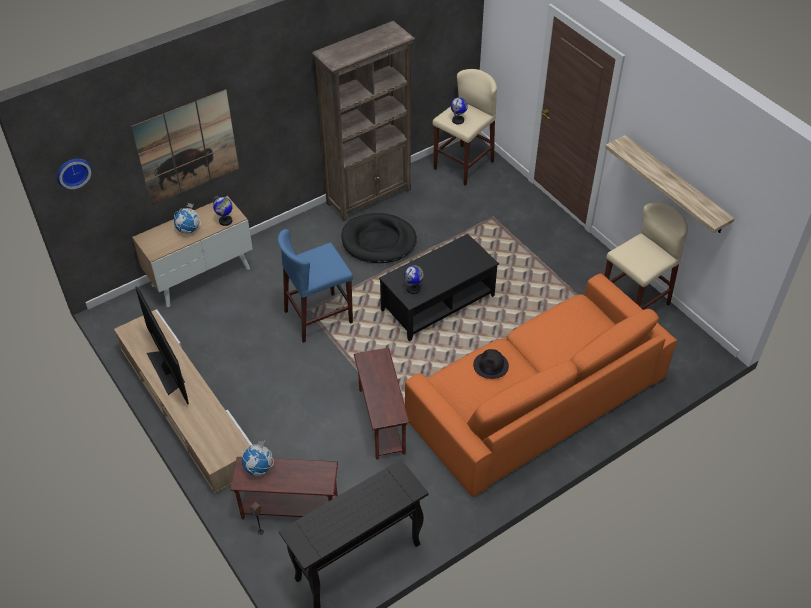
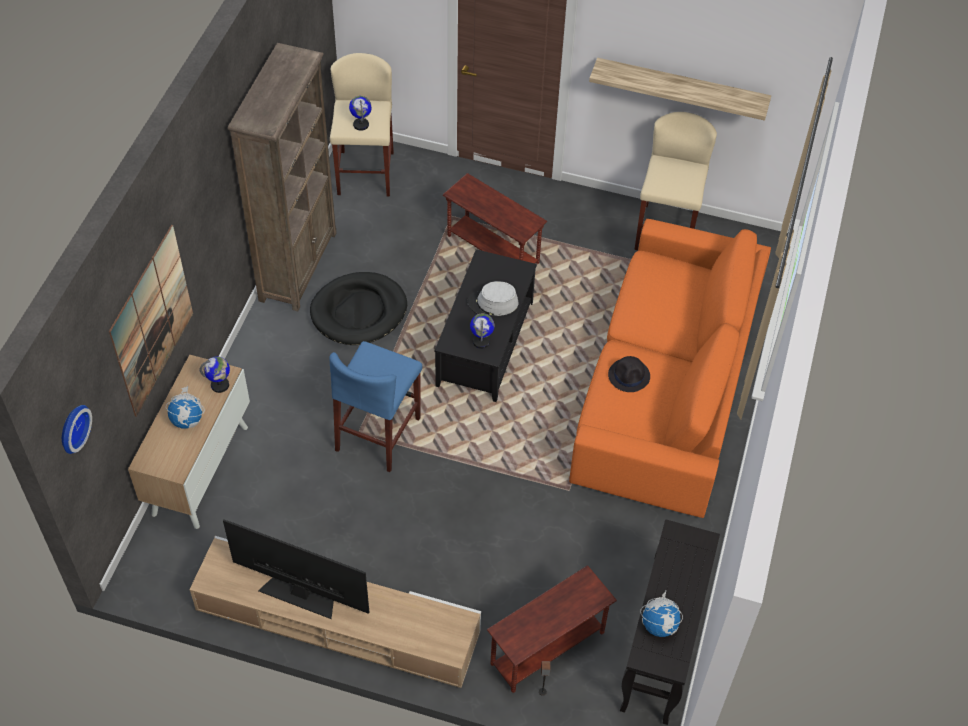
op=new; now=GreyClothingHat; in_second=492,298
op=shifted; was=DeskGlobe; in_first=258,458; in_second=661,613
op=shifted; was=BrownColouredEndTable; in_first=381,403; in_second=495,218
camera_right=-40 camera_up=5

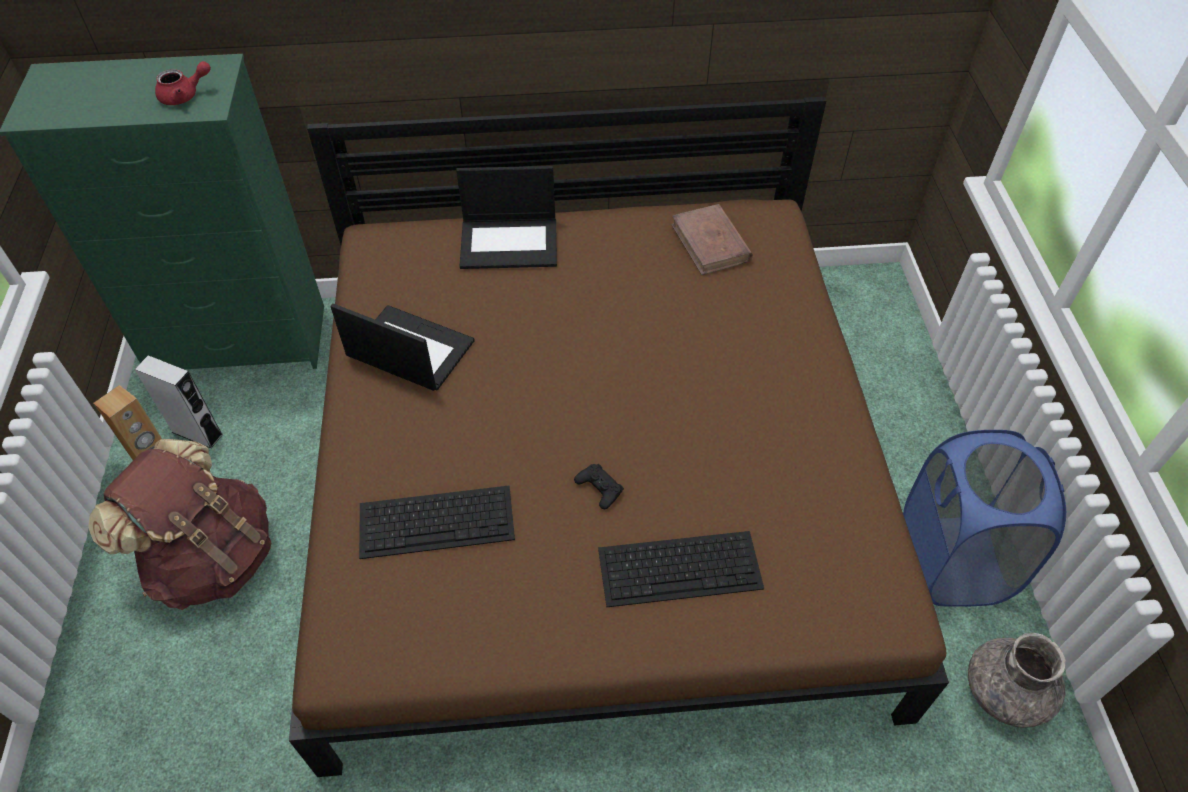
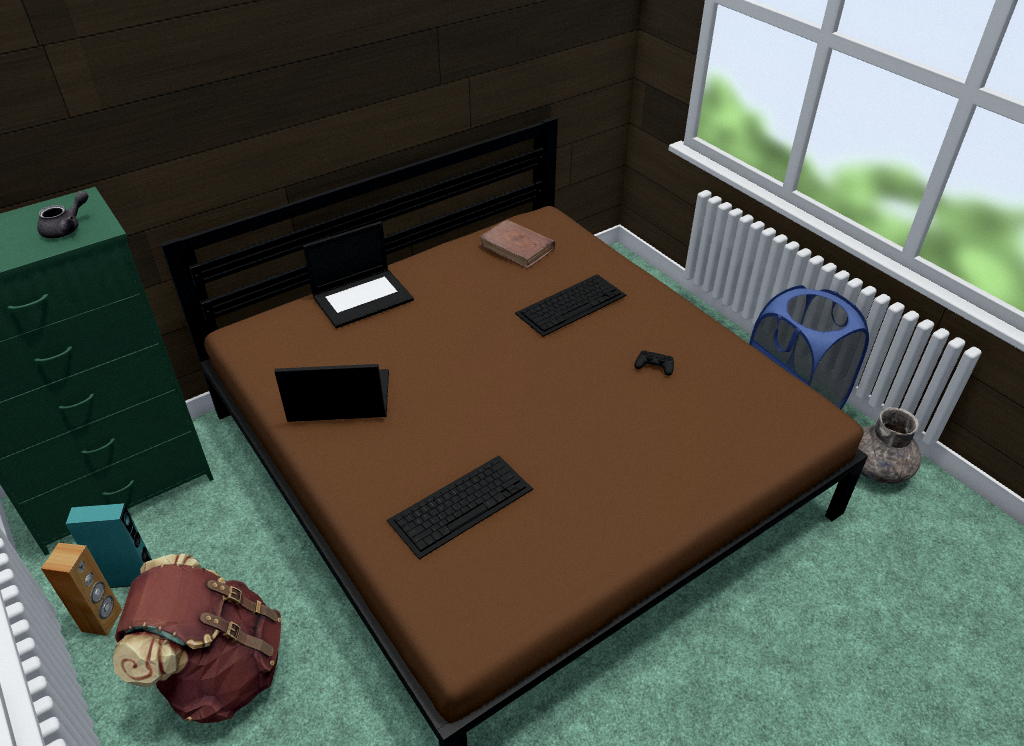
op=shifted; was=BlackColouredJoypad; in_first=599,486; in_second=654,363
op=shifted; was=Keyboard; in_first=681,569; in_second=570,305
op=repainted; was=GreyLoudspeaker; now=BlueGreenLoudspeaker; in_first=179,402; in_second=109,545
op=repainted; was=RedColouredPotForTea; now=GreyPotForTea; in_first=183,83; in_second=62,214
camera_right=-30 camera_up=-10

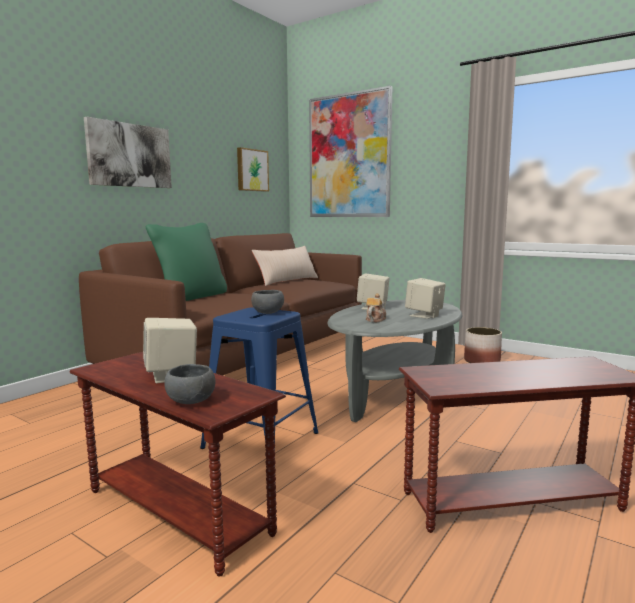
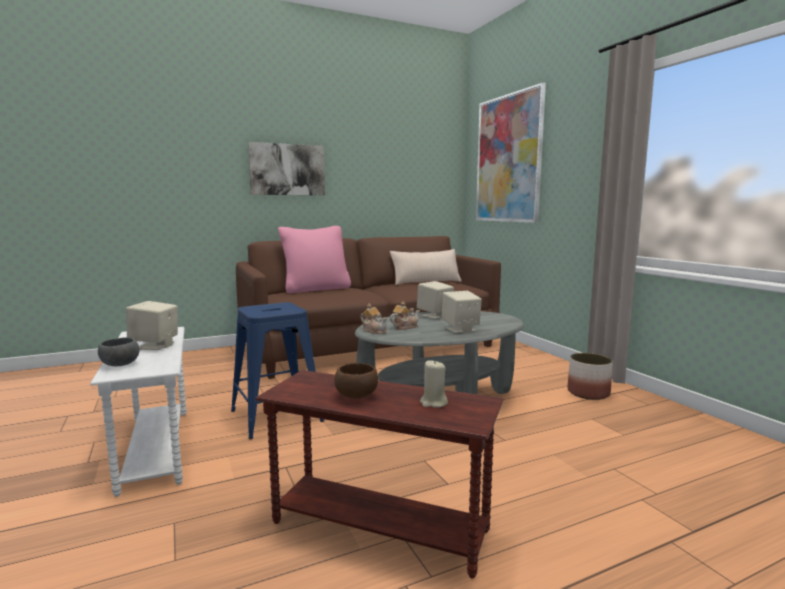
op=gone; was=Picture; in_first=253,169
op=gone; was=GreyDeepDish; in_first=267,302
op=new; now=BrownColouredDeepDish; in_second=356,380
op=new; now=PotForTea; in_second=374,318
op=new; now=BeigeColouredCandle; in_second=434,384
op=repainted; was=BrownColouredEndTable; now=WhiteColouredEndTable; in_first=178,464; in_second=138,412
op=repainted; was=GreenColouredCushion; now=PinkCushion; in_first=186,262; in_second=314,259
camera_right=30 camera_up=0

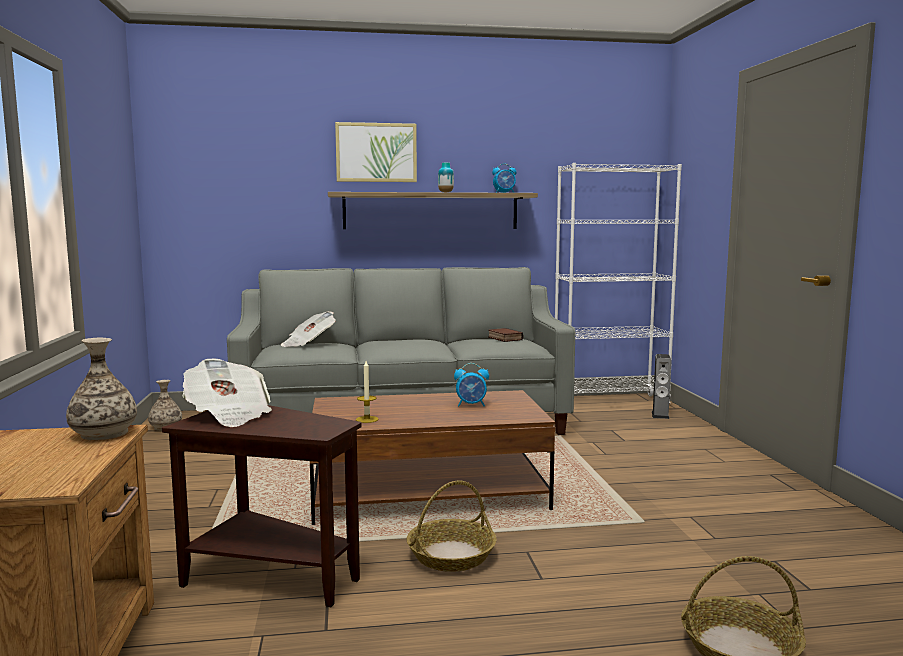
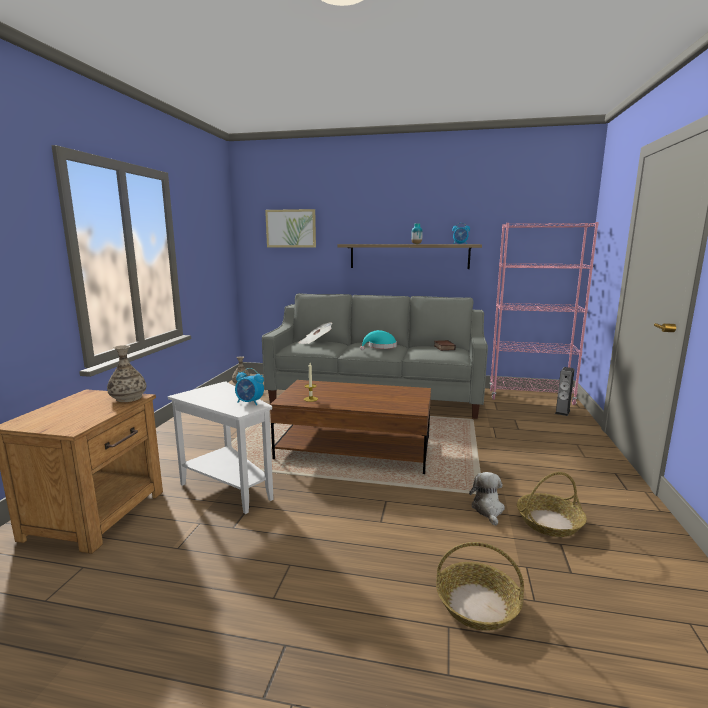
op=gone; was=DailyPaper; in_first=227,392
op=new; now=BlueGreenClothingHat; in_second=378,340
op=new; now=CuddlyToy; in_second=487,499
op=shifted; was=Picture; in_first=376,152; in_second=290,228
op=shifted; was=Basket; in_first=452,526; in_second=552,504
op=shifted; was=TableClock; in_first=471,385; in_second=249,386
op=repainted; was=BrownColouredEndTable; now=WhiteColouredEndTable; in_first=262,506; in_second=221,447
op=repainted; was=WhiteColouredBookcase; now=PinkBookcase; in_first=618,283; in_second=544,313
camera_right=20 camera_up=5

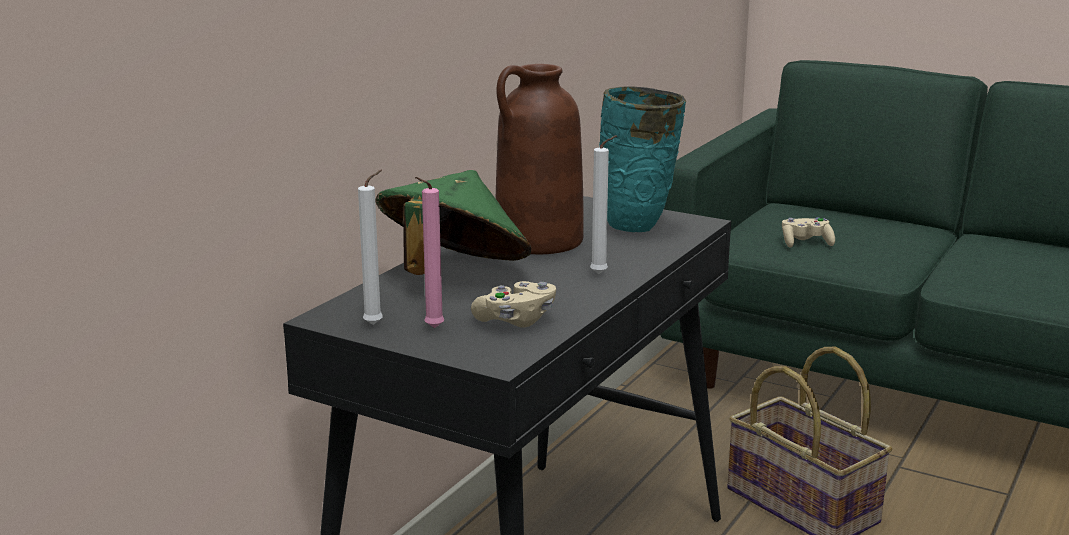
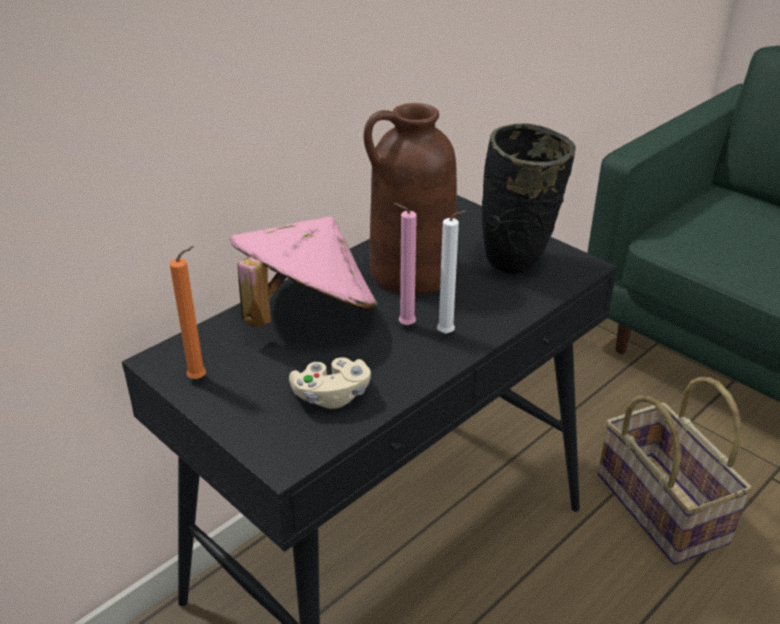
op=gone; was=BeigeColouredJoypad; in_first=808,232
op=shifted; was=PinkCandle; in_first=429,252; in_second=405,264
op=repainted; was=WhiteColouredCandle; now=OrangeCandle; in_first=370,247; in_second=187,312
op=repainted; was=GreenColouredClothingHat; now=PinkClothingHat; in_first=453,222; in_second=304,272
op=repainted; was=BlueGreenFlowerVase; now=BlackColouredFlowerVase; in_first=642,159; in_second=529,199
camera_right=15 camera_up=15

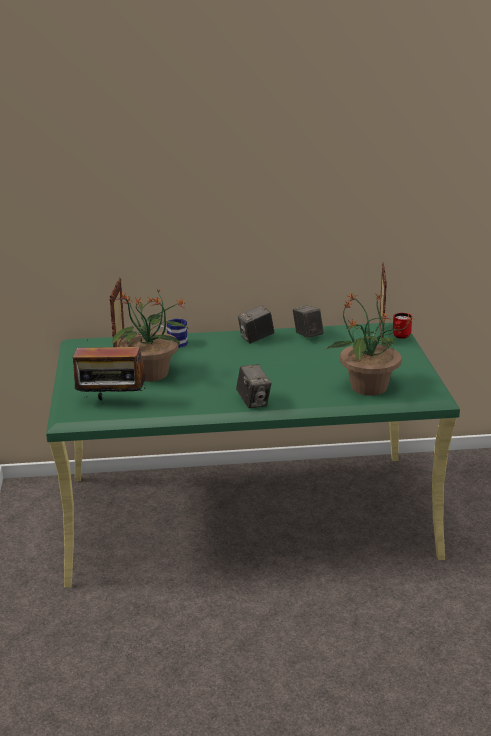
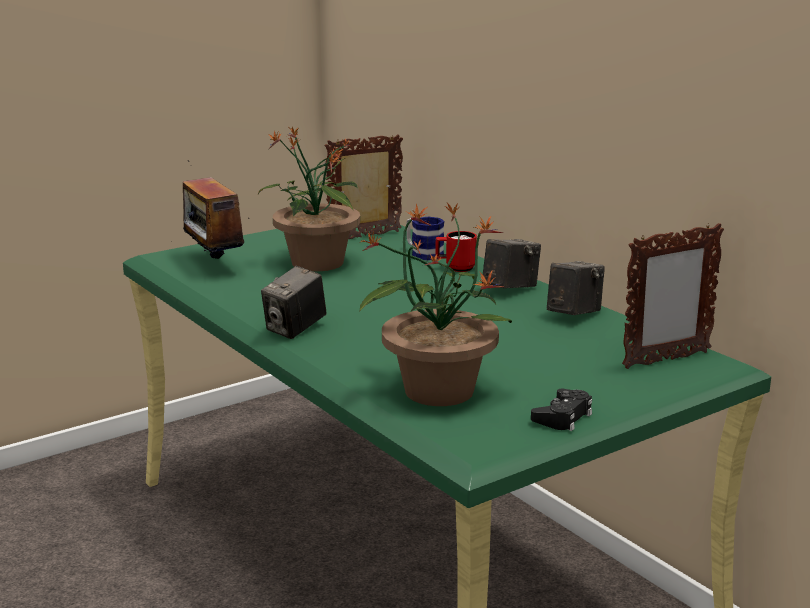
op=new; now=BlackColouredJoypad; in_second=561,410
op=shifted; was=RedColouredMug; in_first=402,326; in_second=456,251
op=rotated; was=PhotoCamera; in_first=256,324; in_second=511,264; clockwise=105
camera_right=60 camera_up=-5

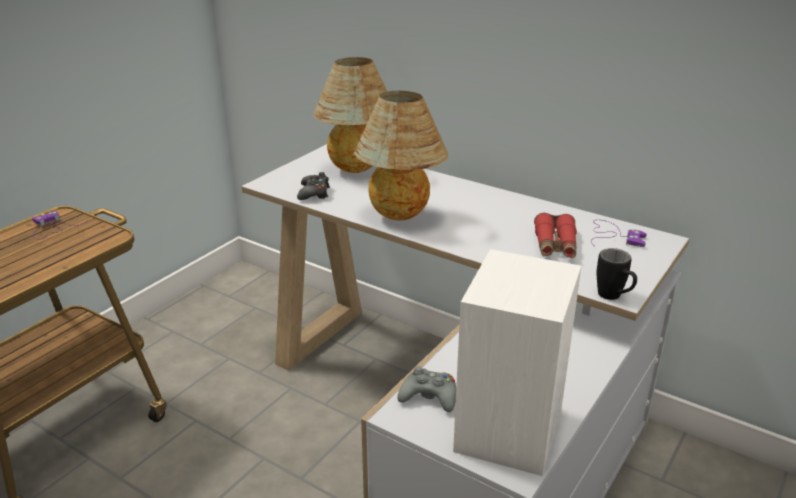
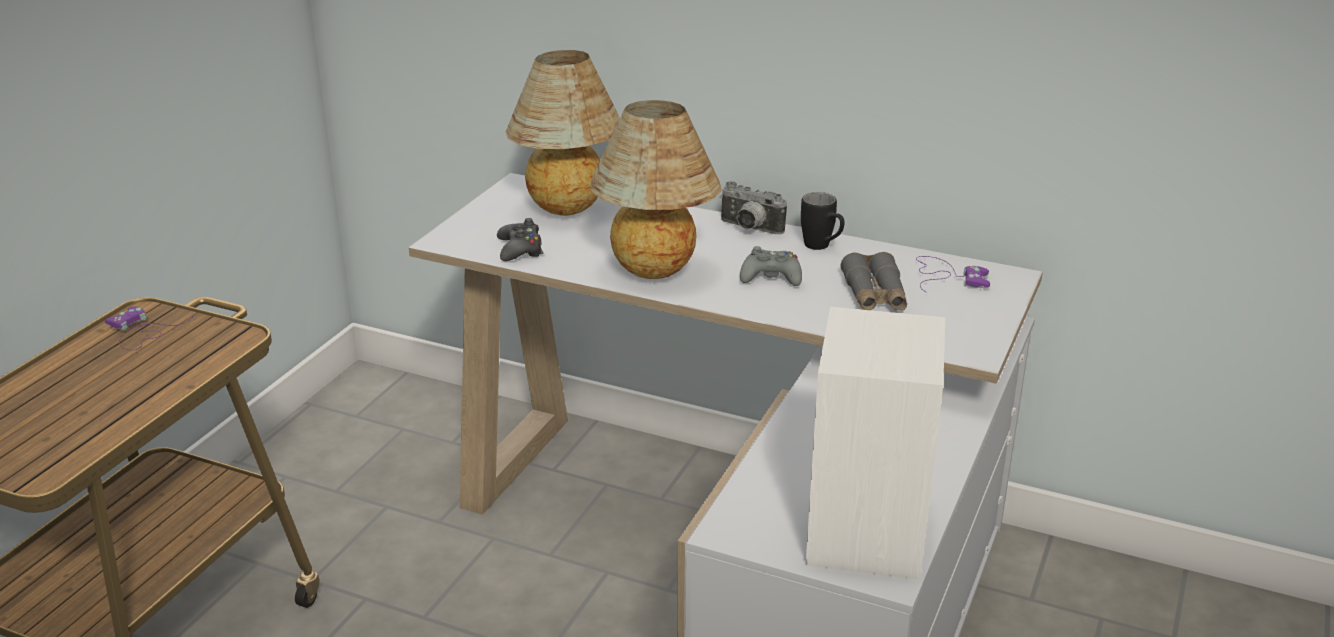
op=new; now=PhotoCamera; in_second=753,207
op=shifted; was=GreyJoypad; in_first=426,389; in_second=771,266
op=shifted; was=BlackColouredMug; in_first=616,274; in_second=823,221
op=repainted; was=RedColouredPairOfBinoculars; now=GreyPairOfBinoculars; in_first=555,235; in_second=874,281
camera_right=-10 camera_up=0

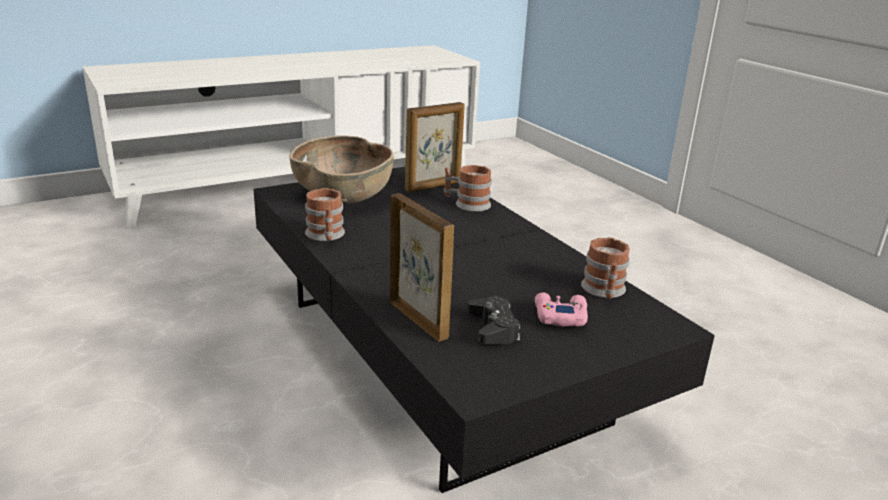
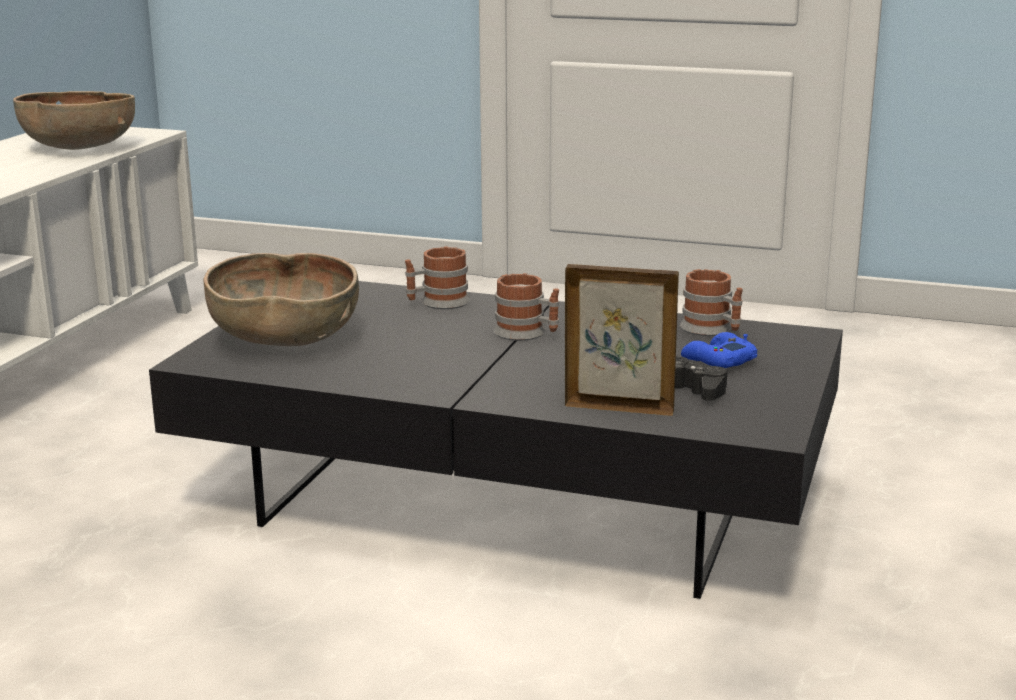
op=gone; was=PhotoFrame; in_first=435,147
op=new; now=BrownColouredDeepDish; in_second=74,120
op=shifted; was=Mug; in_first=325,214; in_second=526,307
op=repainted; was=PinkJoypad; now=BluishJoypad; in_first=561,309; in_second=719,350
camera_right=-40 camera_up=-5

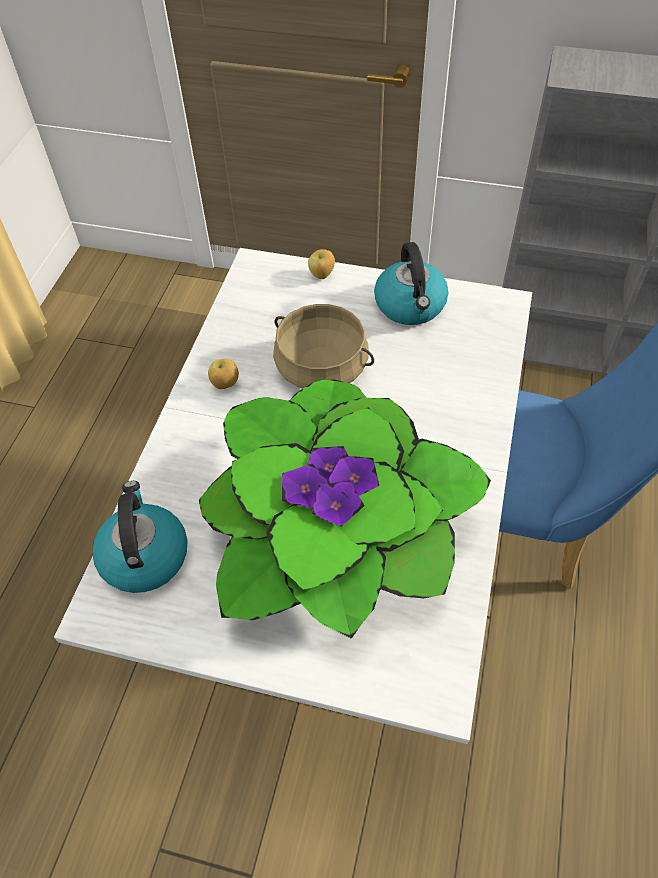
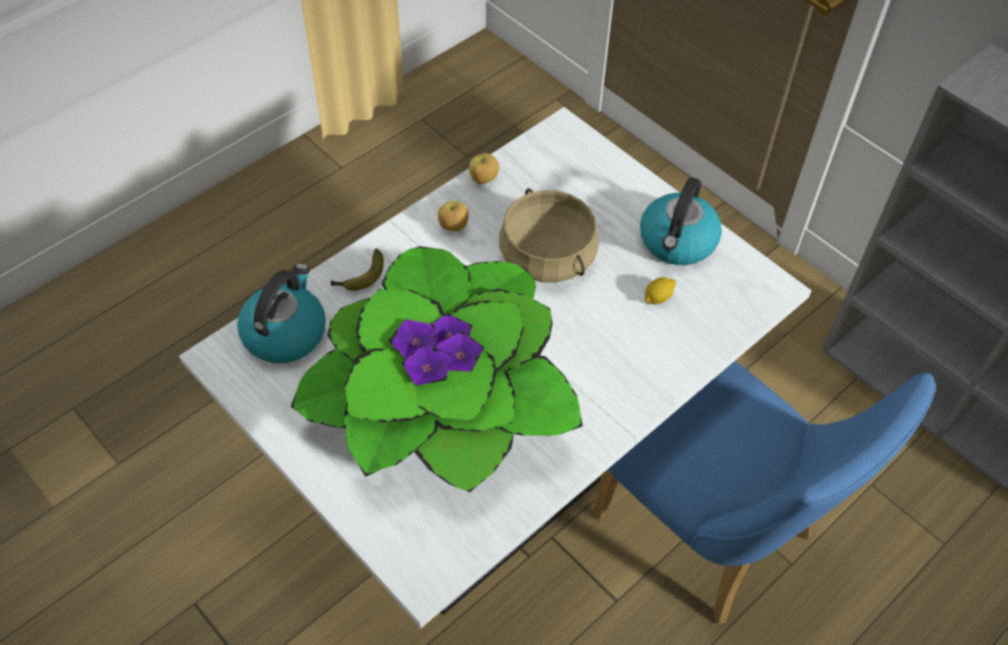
op=new; now=BananaFruit; in_second=357,269
op=new; now=WholeLemon; in_second=660,291
op=shifted; was=Apple; in_first=321,264; in_second=484,169
camera_right=30 camera_up=0

